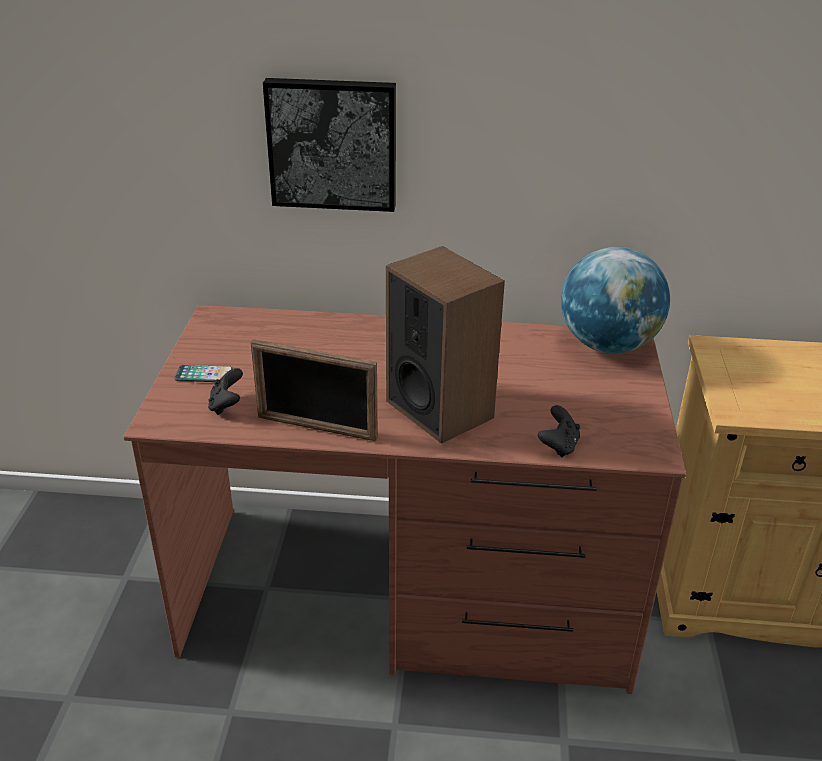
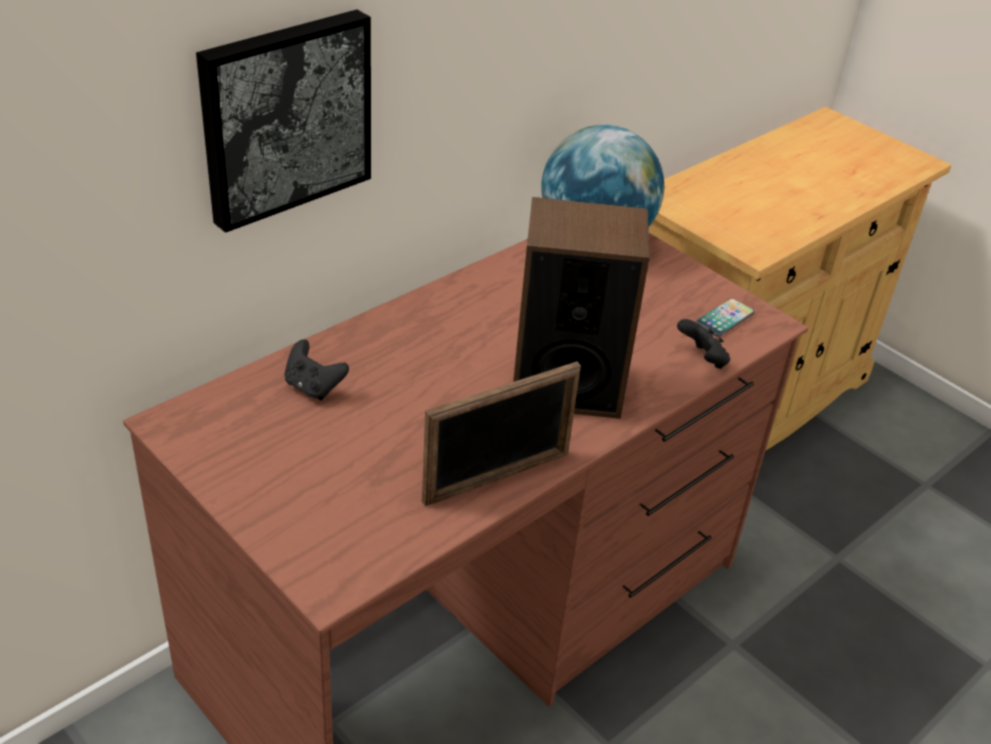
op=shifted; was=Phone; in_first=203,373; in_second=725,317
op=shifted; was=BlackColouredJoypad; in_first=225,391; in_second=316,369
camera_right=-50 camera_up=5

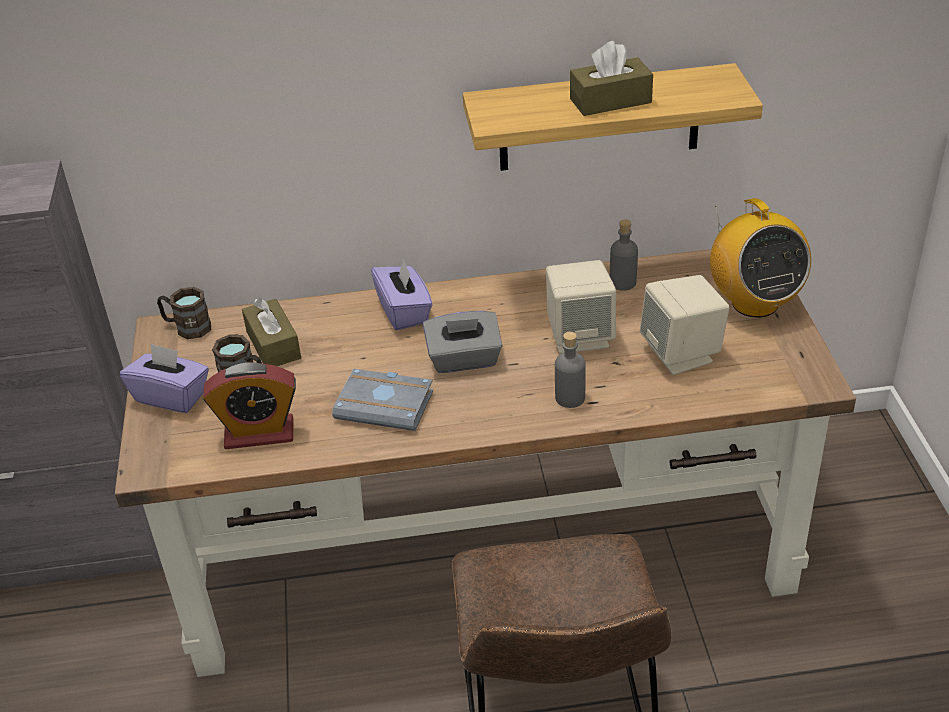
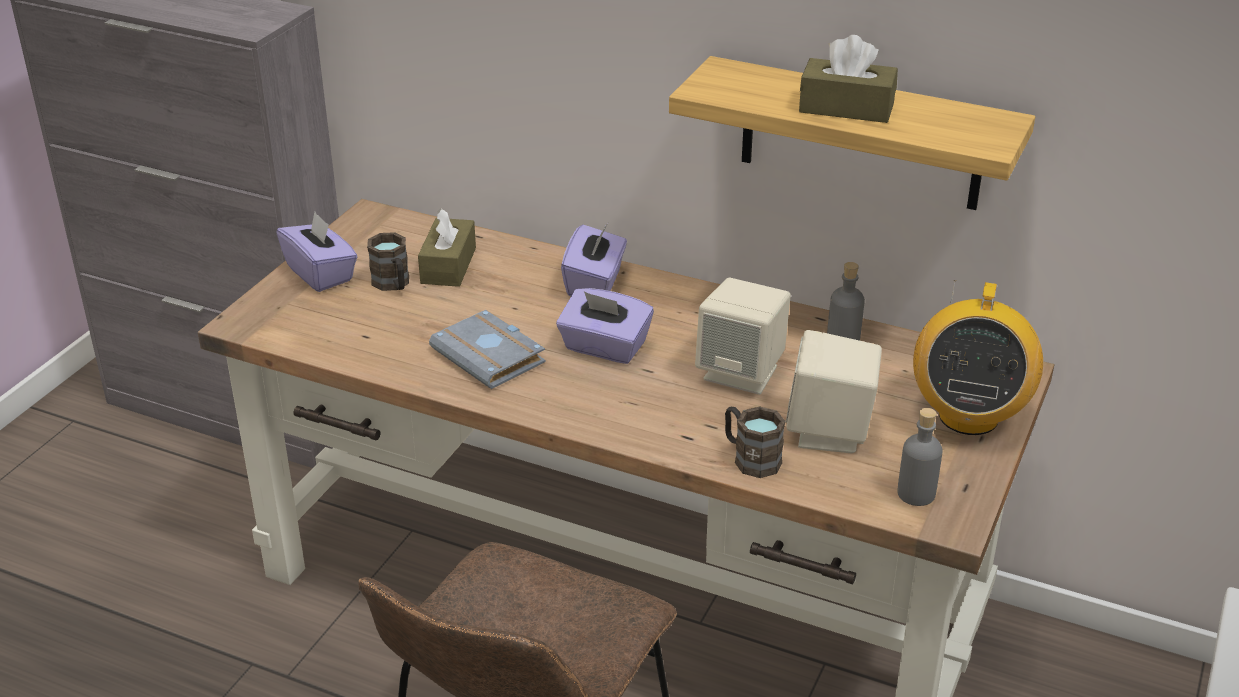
op=gone; was=TableClock; in_first=249,405
op=shifted; was=BrownColouredMug; in_first=184,313; in_second=755,442
op=shifted; was=GreyDrinkBottle; in_first=570,370; in_second=920,457
op=repainted; was=GreyTissueBox; now=PurpleColouredTissueBox; in_first=462,342; in_second=605,326
camera_right=30 camera_up=-5

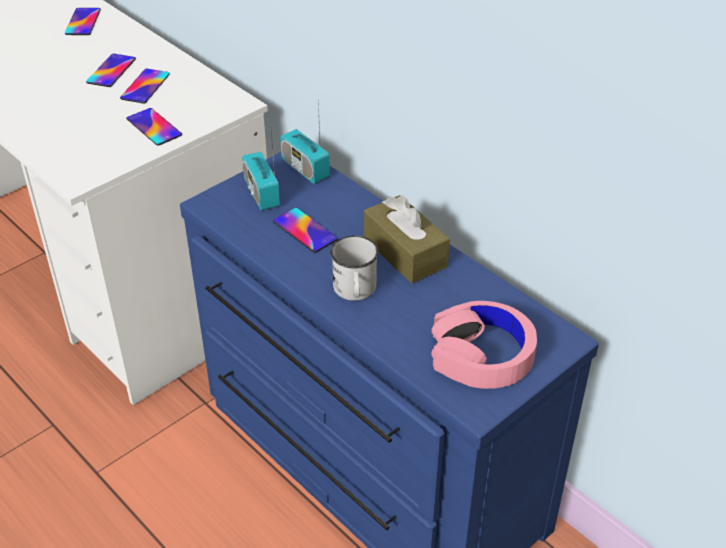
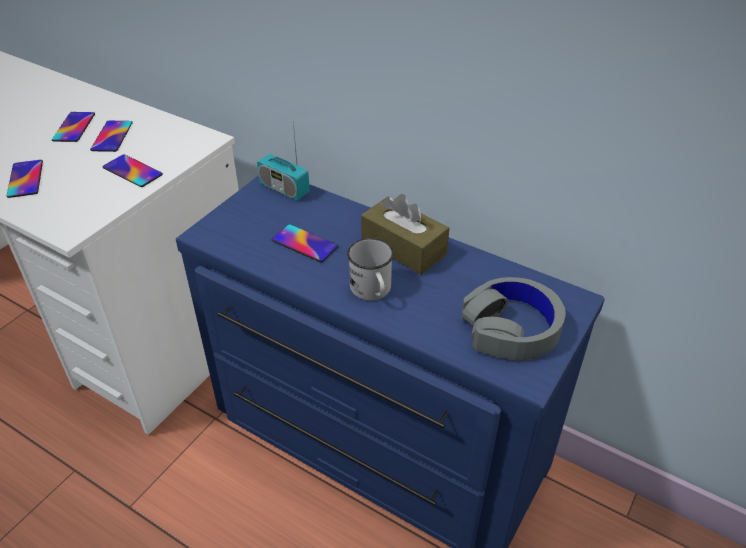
op=gone; was=RadioReceiver; in_first=261,171
op=shifted; was=Phone; in_first=83,21; in_second=24,179
op=repainted; was=PinkHeadphones; now=GreyHeadphones; in_first=484,345; in_second=514,318
camera_right=-15 camera_up=0

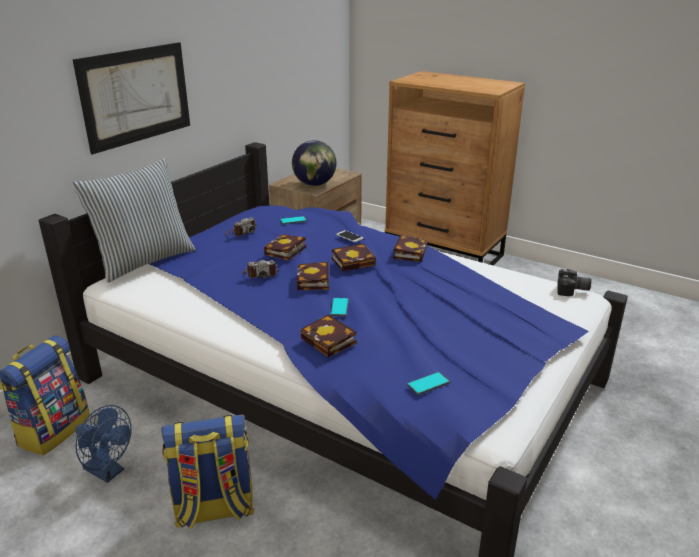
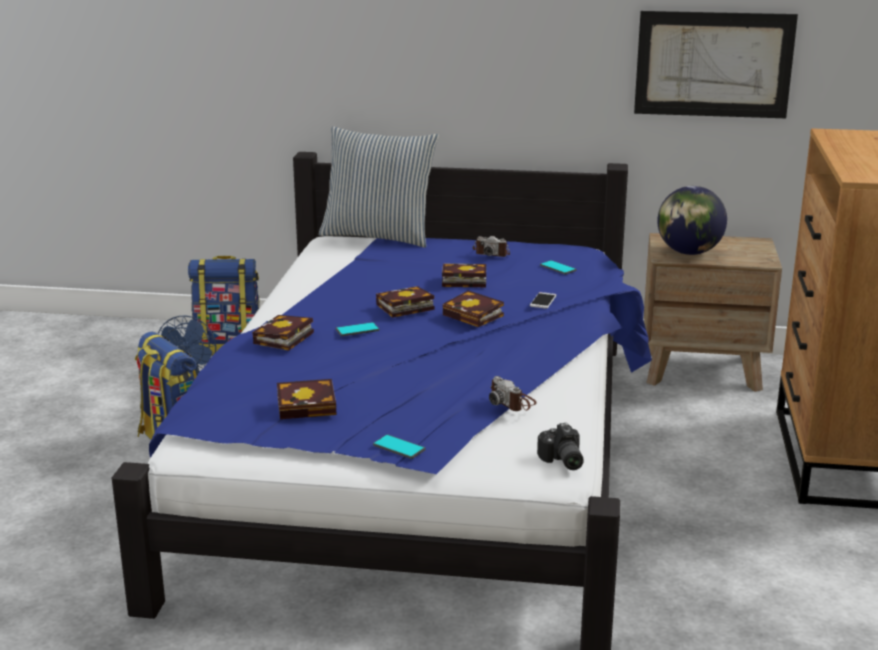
op=shifted; was=Picture; in_first=131,98; in_second=716,64
op=shifted; was=PhotoCamera; in_first=261,269; in_second=513,393
op=shifted; was=BoundBook; in_first=410,248; in_second=306,399
op=shifted; was=Phone; in_first=428,383; in_second=399,446
camera_right=65 camera_up=-5

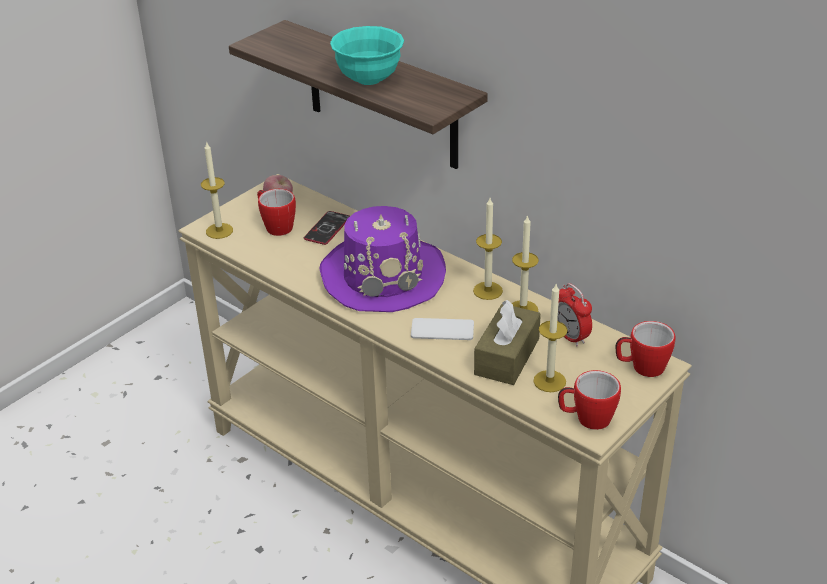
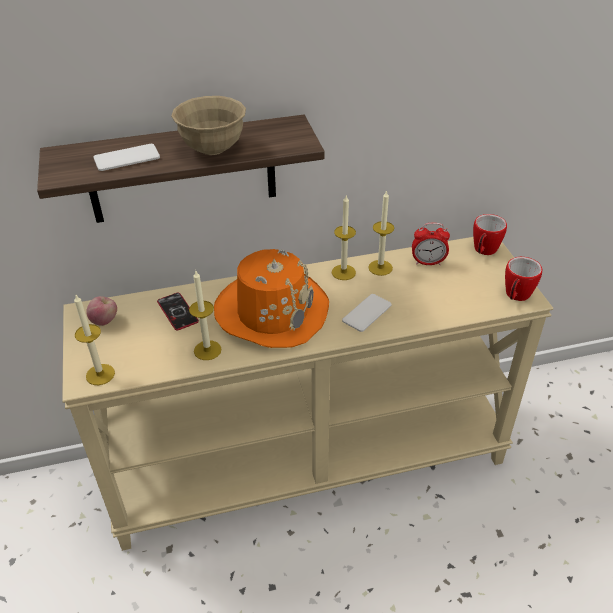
op=gone; was=Mug; in_first=276,212
op=gone; was=BrownColouredTissueBox; in_first=507,342
op=new; now=Phone; in_second=126,157
op=shifted; was=Candle; in_first=550,338; in_second=205,315
op=repainted; was=PurpleColouredClothingHat; now=OrangeClothingHat; in_first=382,259; in_second=271,298
op=repainted; was=BlueGreenDeepDish; now=BeigeColouredDeepDish; in_first=367,55; in_second=208,125
camera_right=-55 camera_up=5

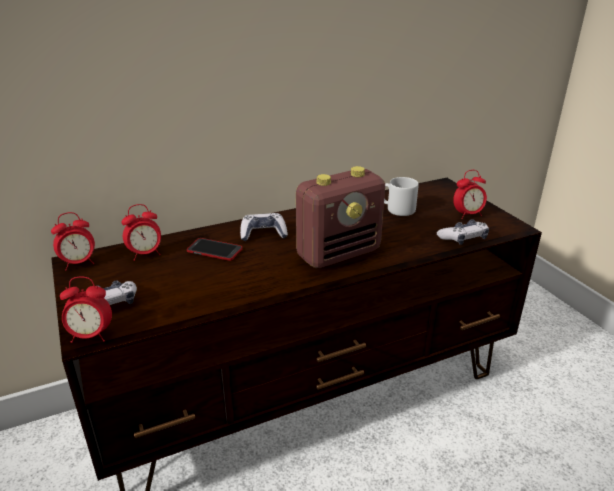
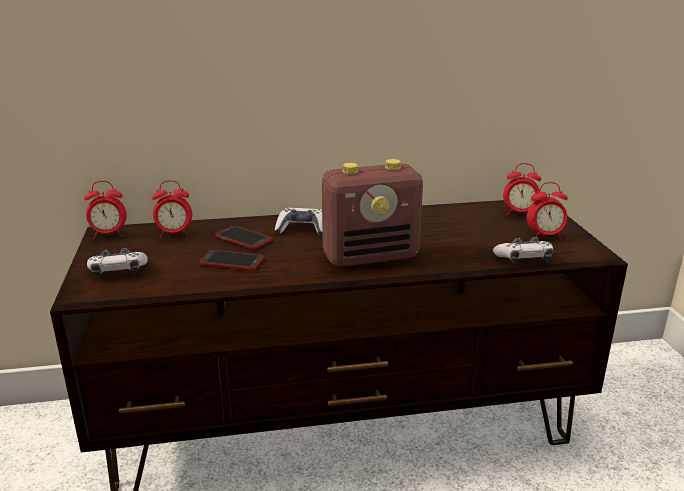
op=gone; was=GreyMug; in_first=401,196
op=new; now=Phone; in_second=232,260
op=shifted; was=TableClock; in_first=86,310; in_second=522,189
camera_right=15 camera_up=-5

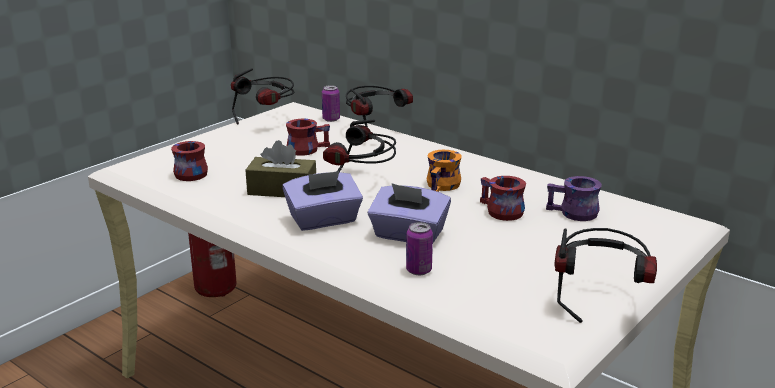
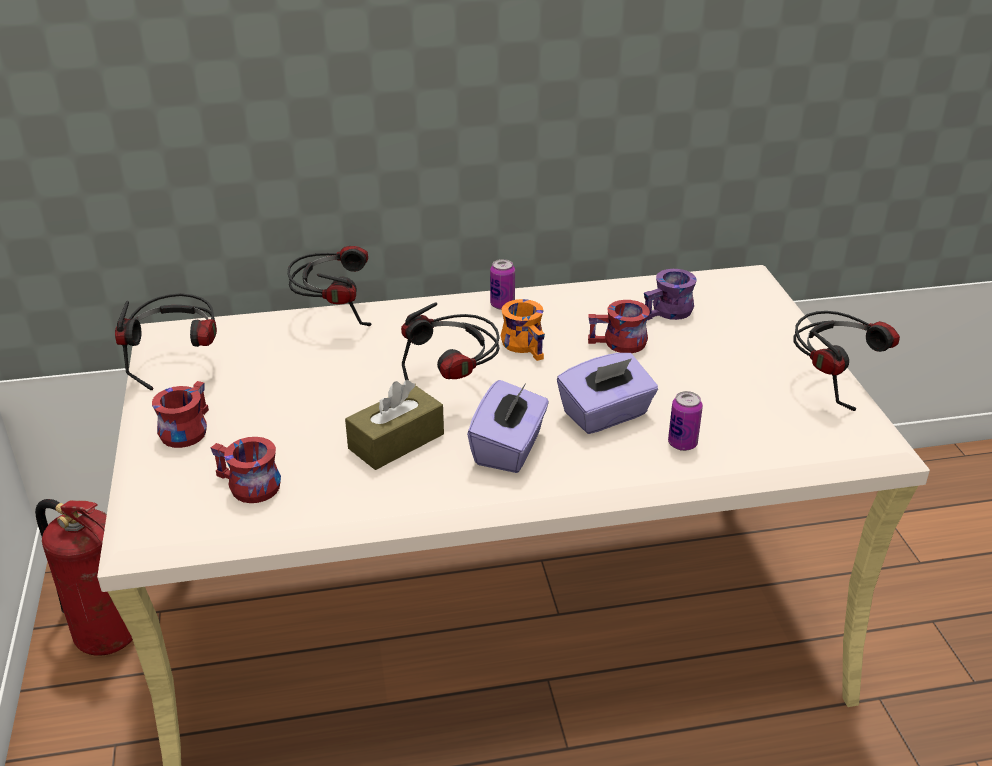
op=shifted; was=RedColouredMug; in_first=308,137; in_second=180,414
op=shifted; was=MetalCan; in_first=331,103; in_second=502,284
camera_right=-50 camera_up=10

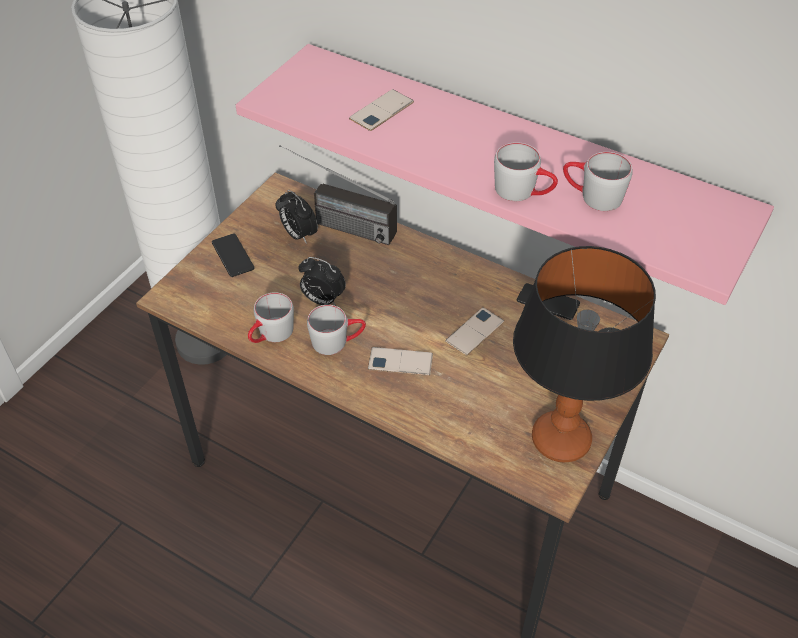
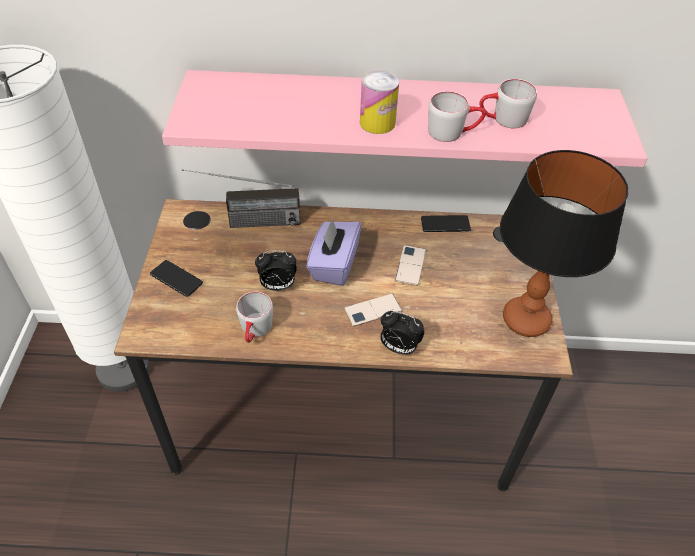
op=gone; was=GreyMug; in_first=336,330
op=gone; was=Phone; in_first=381,110
op=new; now=PurpleColouredTissueBox; in_second=334,252
op=new; now=MetalCan; in_second=379,102
op=shifted; was=TableClock; in_first=298,217; in_second=402,333
camera_right=-30 camera_up=0

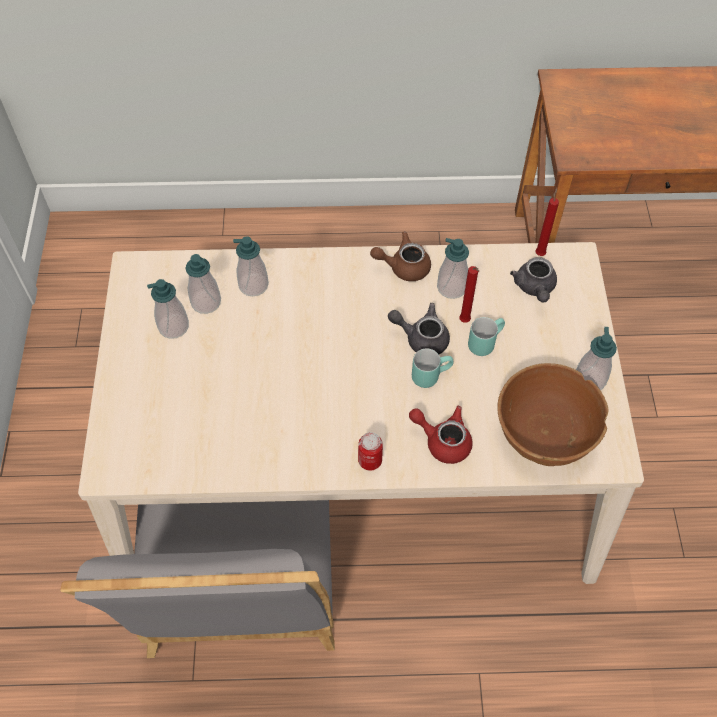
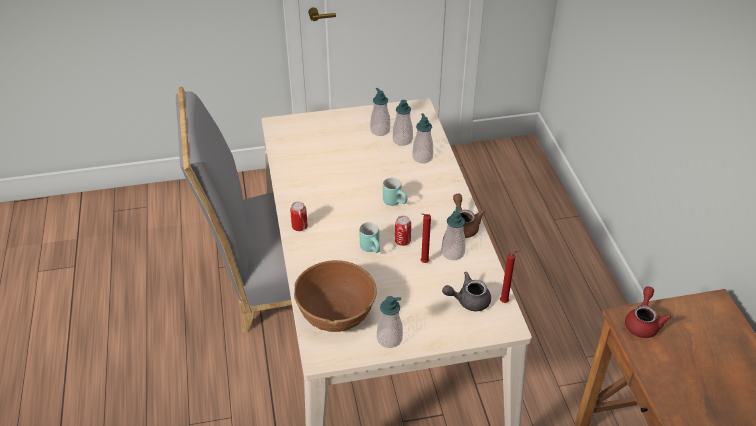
op=shifted; was=RedColouredPotForTea; in_first=441,435; in_second=648,312
op=shifted; was=BlueGreenMug; in_first=486,336; in_second=395,191
op=swapped; was=GreyPotForTea; now=MetalCan; in_first=419,328; in_second=403,231
camera_right=80 camera_up=-15

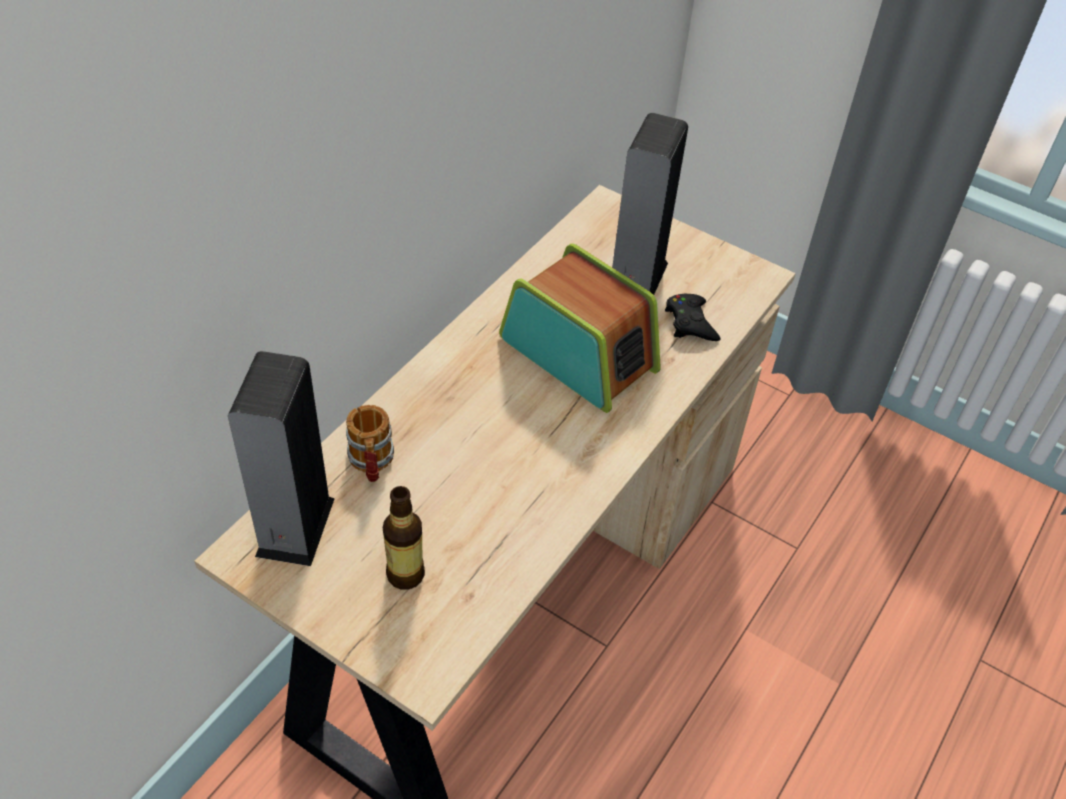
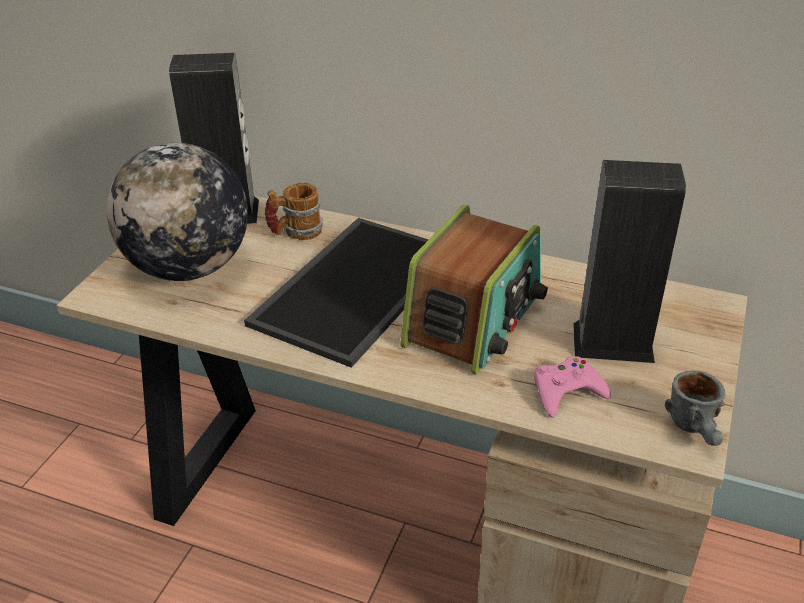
op=new; now=CarryingTray; in_second=336,293
op=new; now=GreyMug; in_second=695,408
op=swapped; was=DrinkBottle; now=DeskGlobe; in_first=404,538; in_second=177,212
op=repainted; was=BlackColouredJoypad; now=PinkJoypad; in_first=693,317; in_second=572,387
camera_right=80 camera_up=-10

